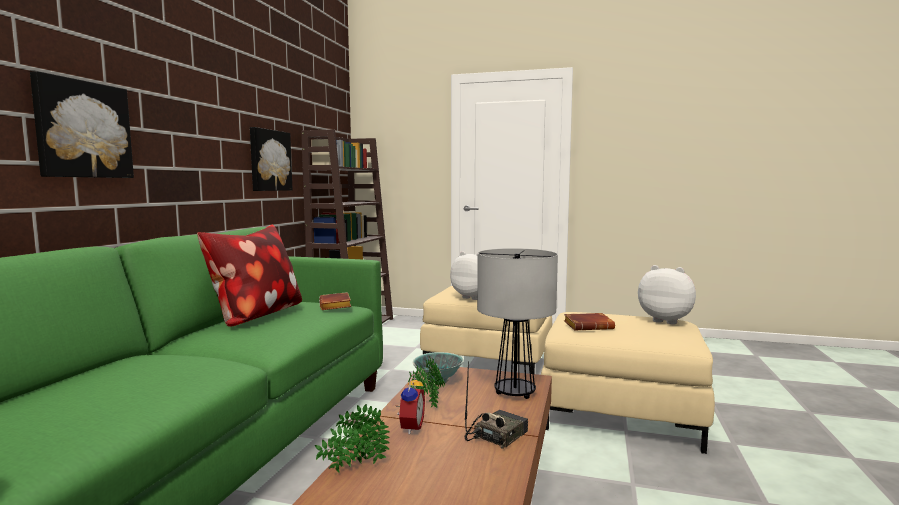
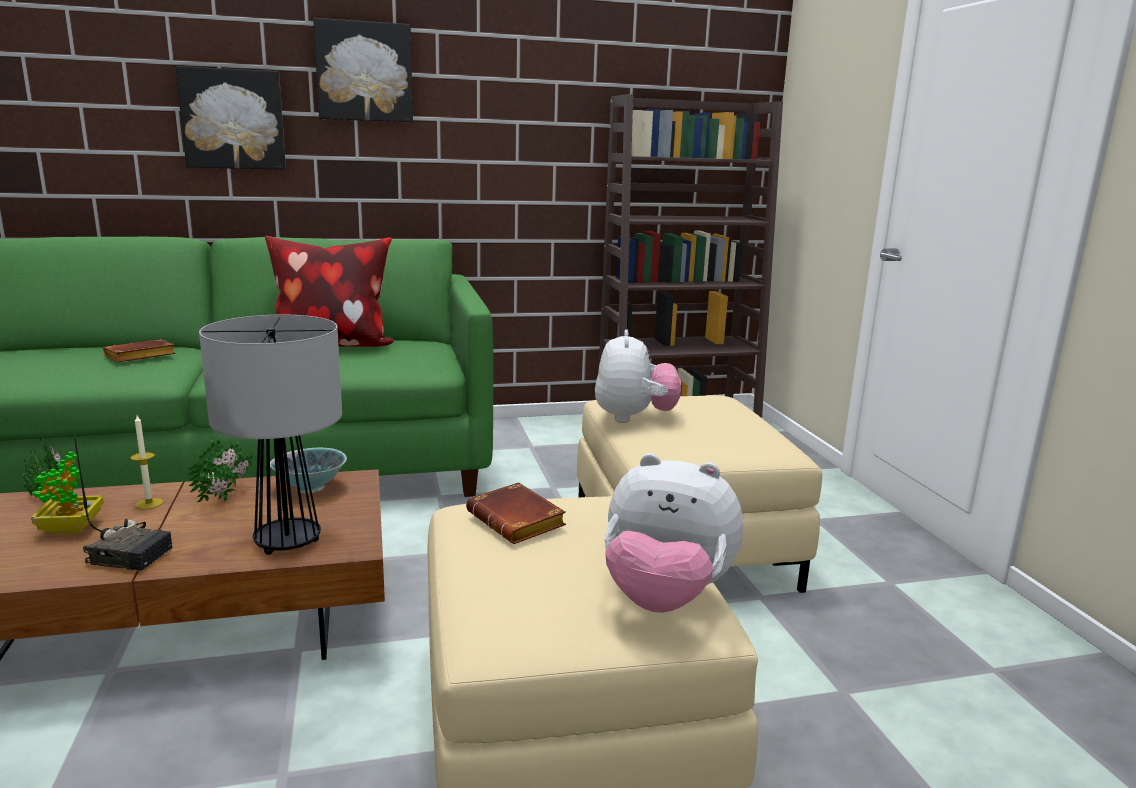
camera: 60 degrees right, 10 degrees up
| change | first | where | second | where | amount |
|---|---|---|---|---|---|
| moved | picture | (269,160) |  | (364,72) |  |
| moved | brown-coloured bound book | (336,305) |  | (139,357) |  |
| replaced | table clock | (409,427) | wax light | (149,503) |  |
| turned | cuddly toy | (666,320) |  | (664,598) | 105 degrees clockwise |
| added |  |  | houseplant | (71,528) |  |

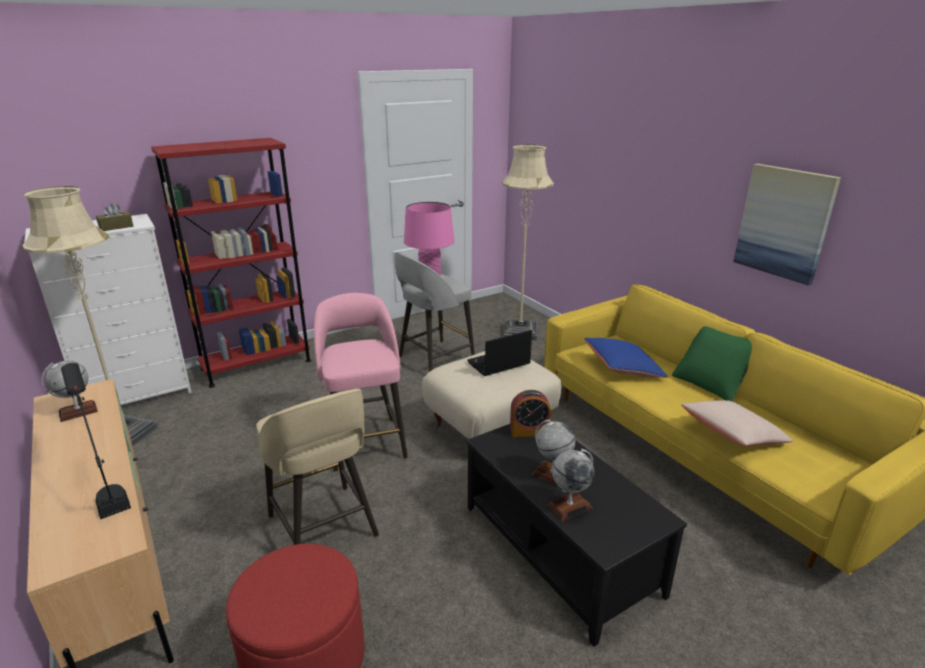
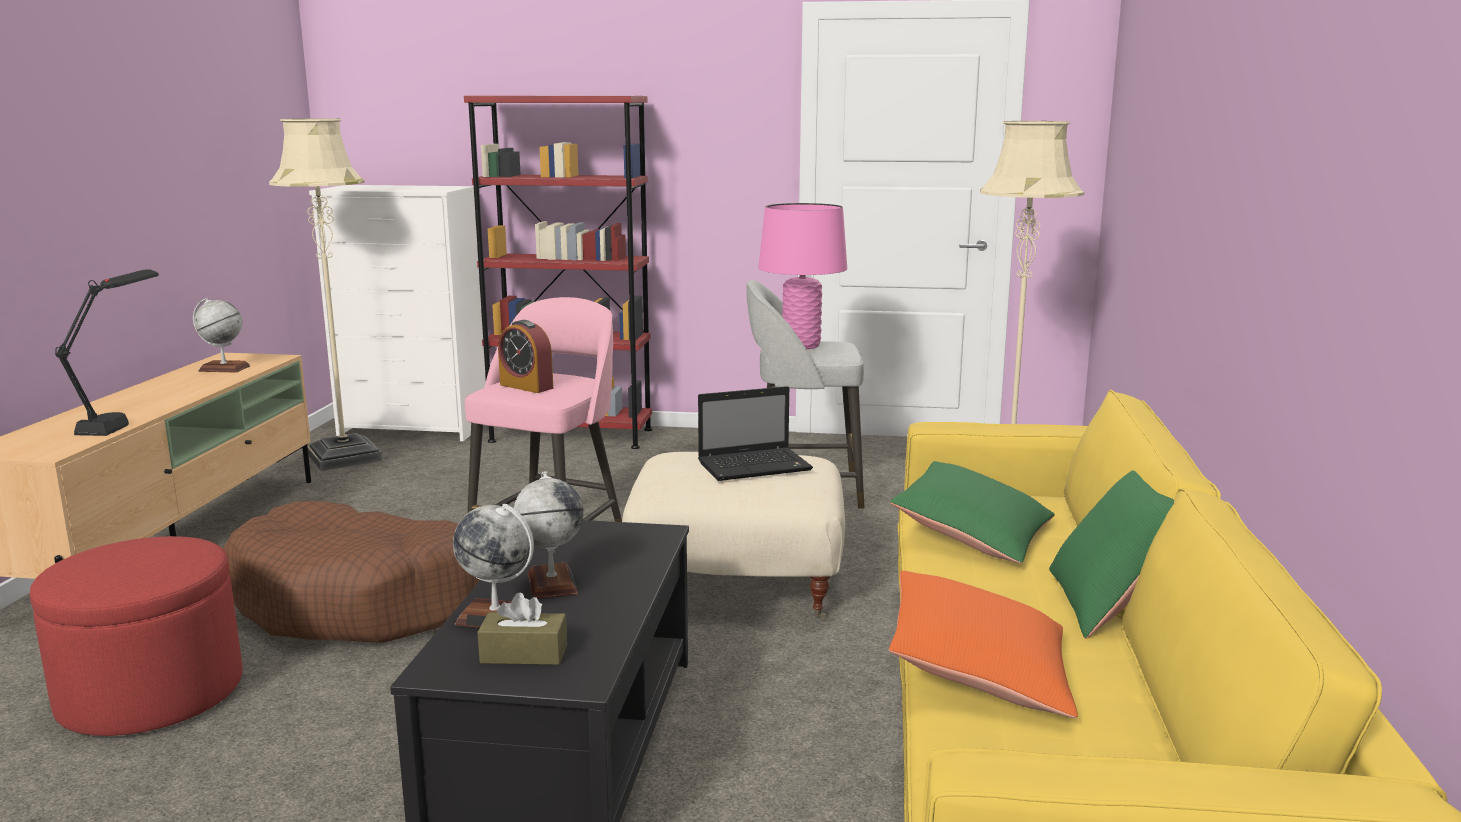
camera: 40 degrees right, 10 degrees down
| change | first | where | second | where | amount |
|---|---|---|---|---|---|
| moved | brown-coloured tissue holder | (116,227) |  | (524,654) |  |
| replaced | sand-coloured stool seat | (324,528) | brown-coloured dog bed | (362,601) |  |
| turned | portable computer | (498,364) |  | (756,466) | 150 degrees clockwise |
| moved | table clock | (529,431) |  | (526,386) |  |
| recoloured | bluish throw pillow | (622,368) | green throw pillow | (972,535) |  |
| recoloured | sand-coloured throw pillow | (732,436) | orange throw pillow | (978,672) |  |
| removed | picture | (784,222) |  |  |  |

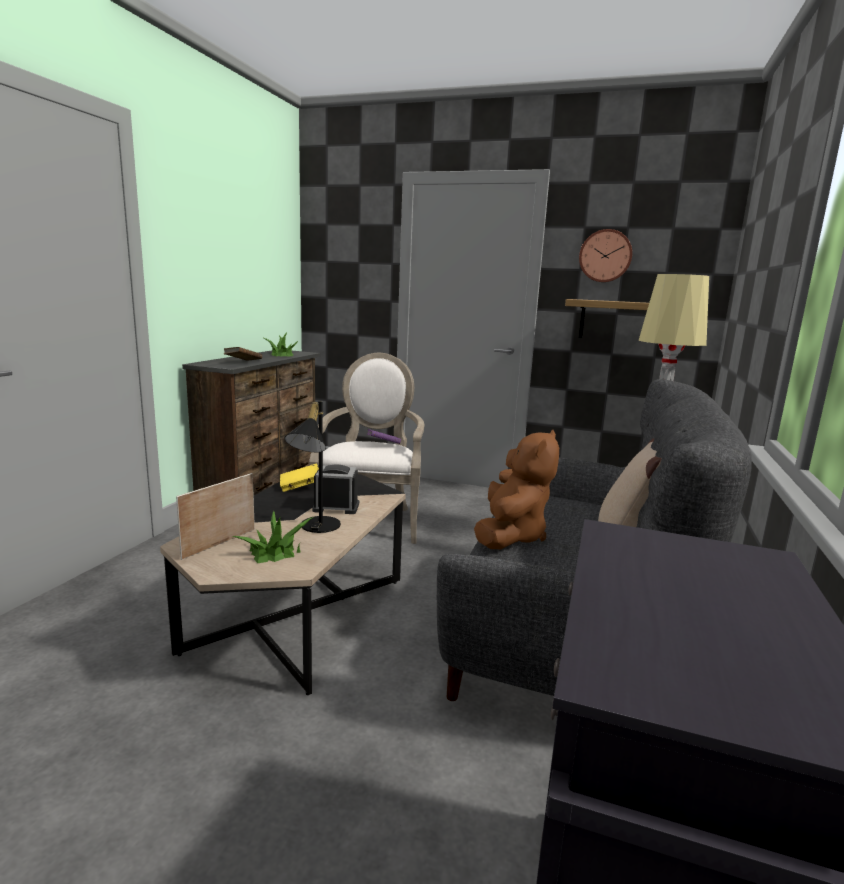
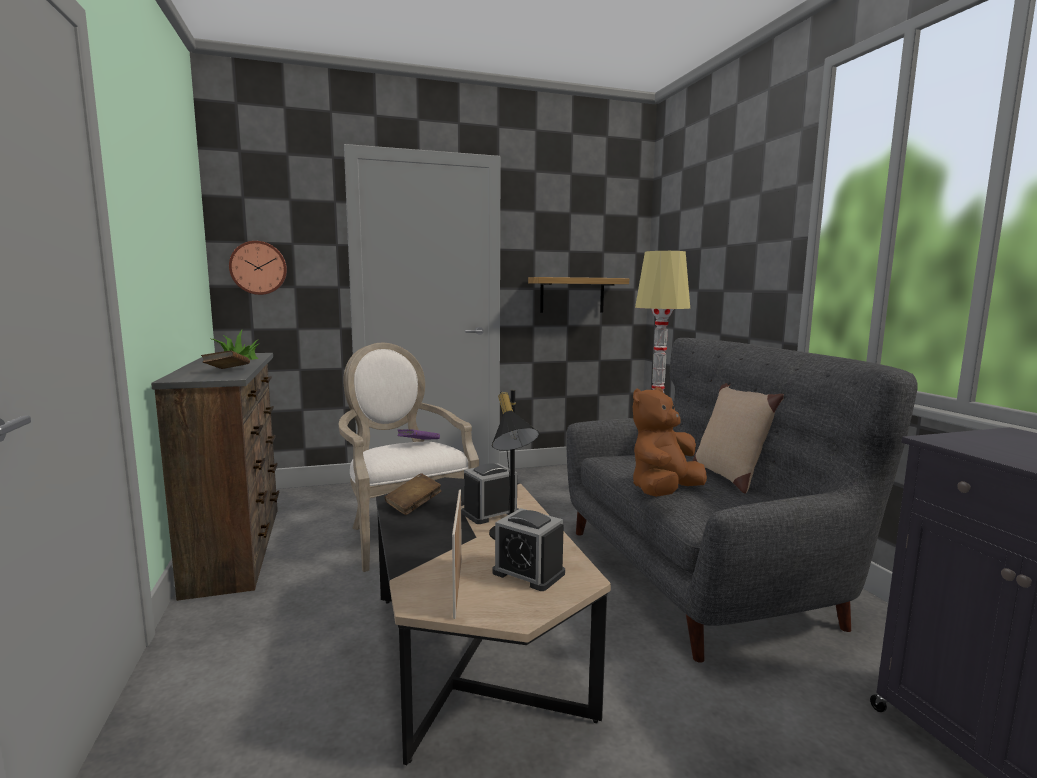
camera: 35 degrees left, 5 degrees down
| change | first | where | second | where | amount |
|---|---|---|---|---|---|
| replaced | houseplant | (274,552) | table clock | (528,573) |  |
| recoloured | yellow bound book | (300,487) | brown-coloured bound book | (413,505) |  |
| turned | brown-coloured cuddly toy | (510,535) |  | (664,492) | 120 degrees counterclockwise |
| moved | hanging clock | (605,256) |  | (258,268) |  |

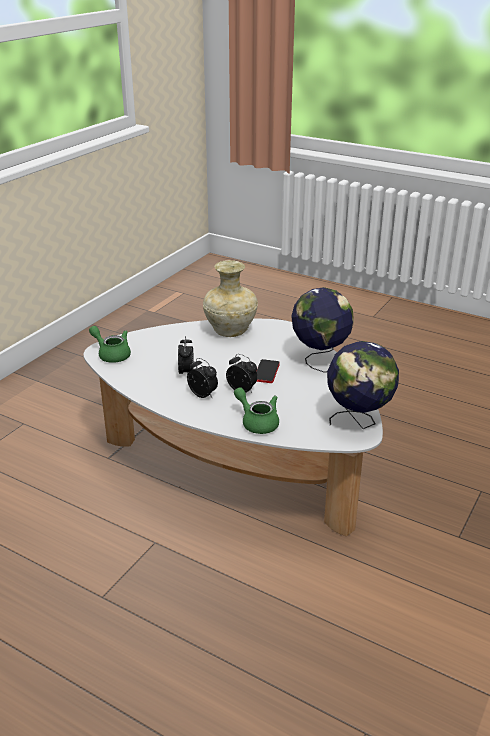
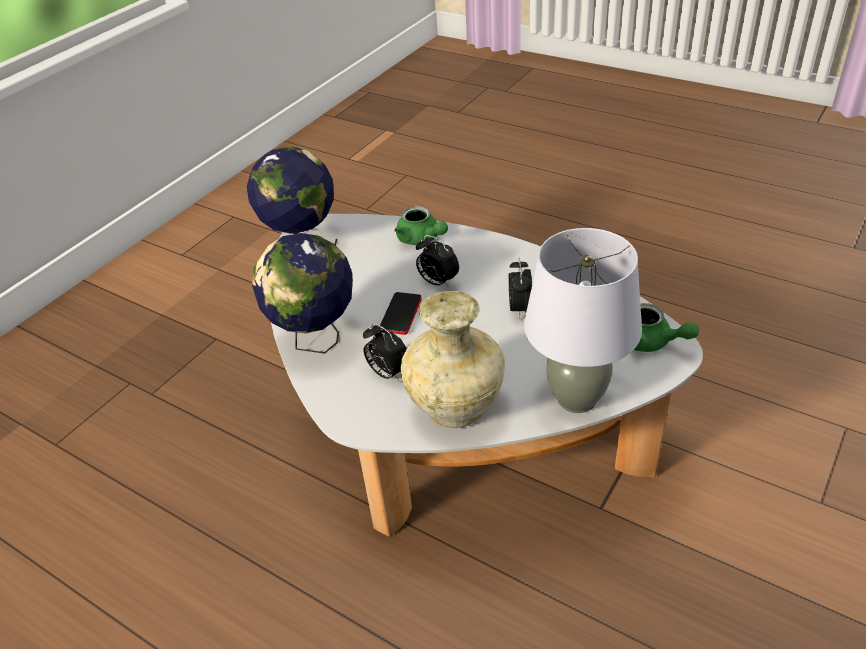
camera: 175 degrees left, 10 degrees up
| change | first | where | second | where | amount |
|---|---|---|---|---|---|
| moved | table clock | (203,395) |  | (388,373) |  |
| added |  |  | grey tabletop lamp | (577,399) |  |

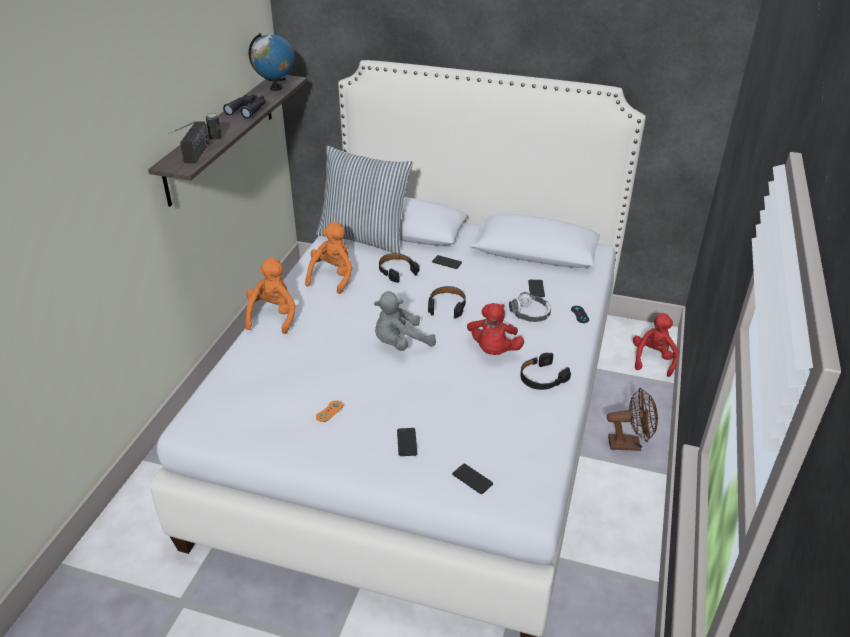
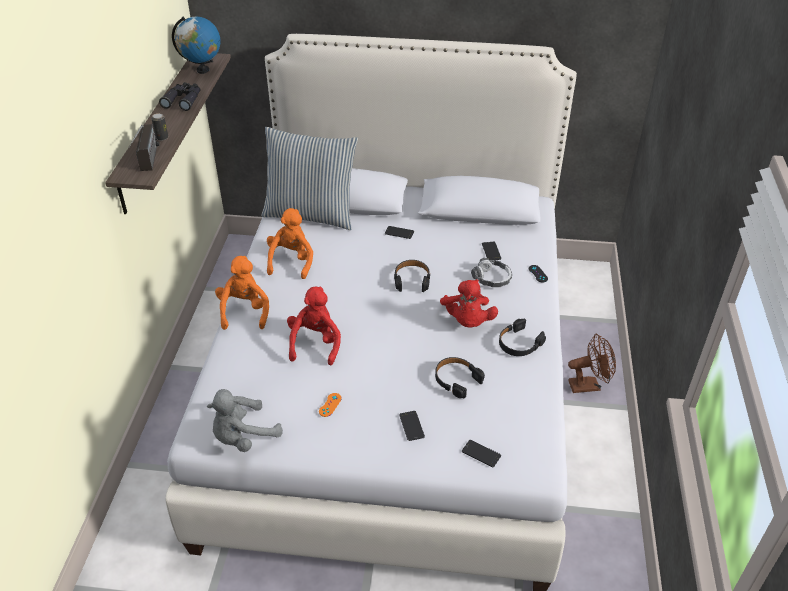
camera: 10 degrees left, 5 degrees up
| change | first | where | second | where | amount |
|---|---|---|---|---|---|
| moved | grey cuddly toy | (400,343) |  | (243,437) |  |
| moved | black-coloured headphones | (397,271) |  | (456,380) |  |
| moved | red cuddly toy | (653,359) |  | (315,343) |  |

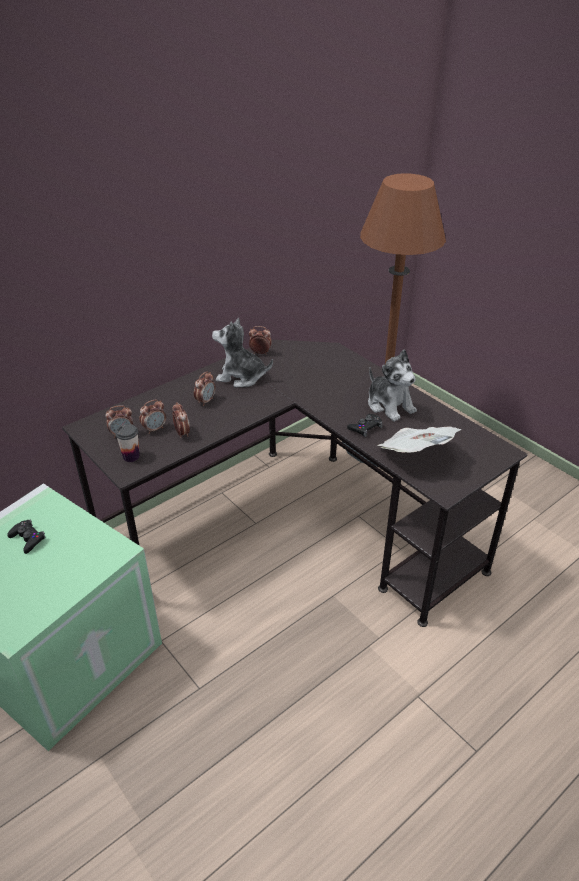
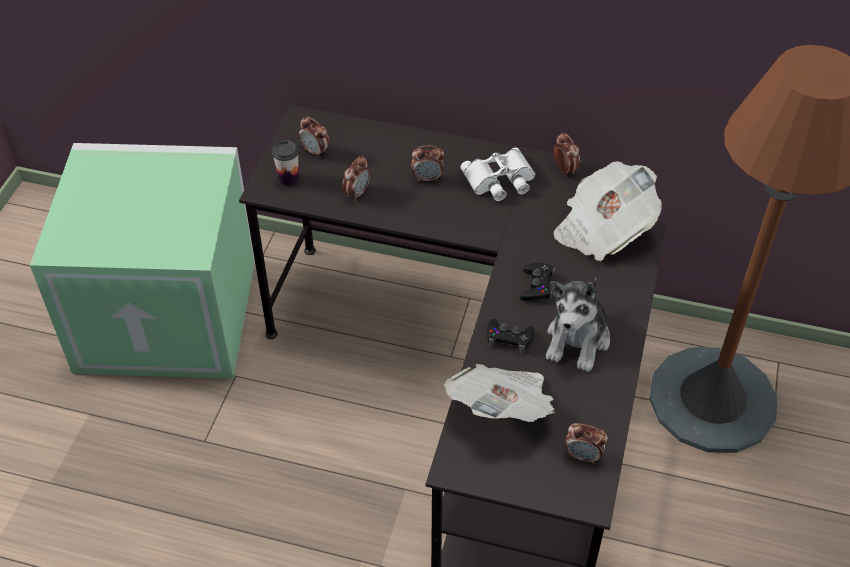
camera: 55 degrees right, 10 degrees up
| change | first | where | second | where | amount |
|---|---|---|---|---|---|
| moved | black-coloured joypad | (28,539) |  | (537,286) |  |
| moved | table clock | (154,429) |  | (583,456) |  |
| replaced | cuddly toy | (241,377) | whitish binoculars | (500,180) |  |
| added |  |  | newspaper | (602,229) |  |

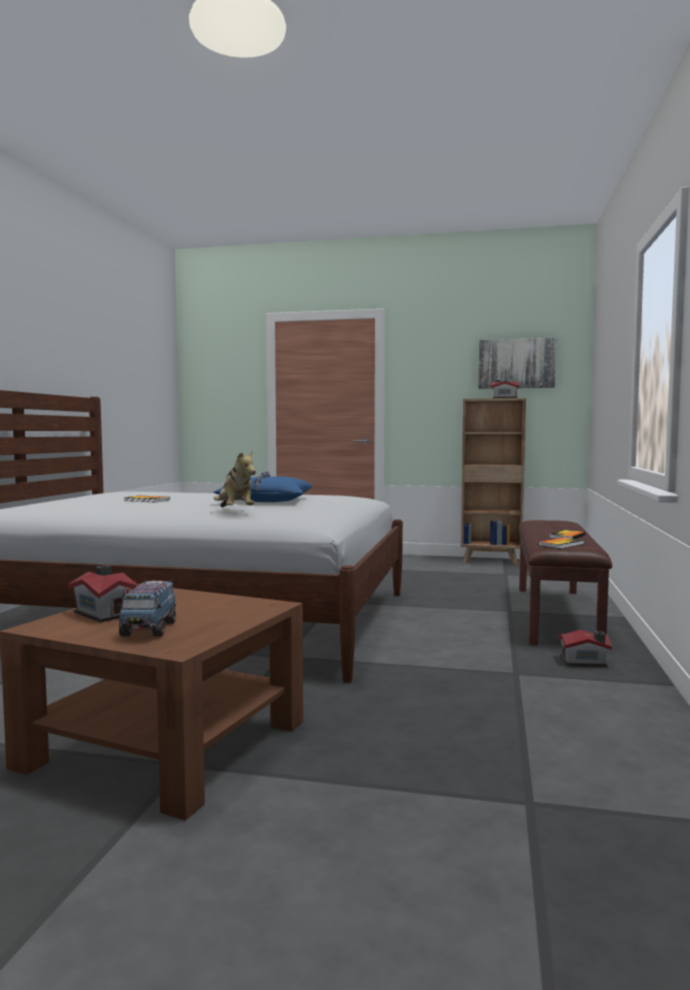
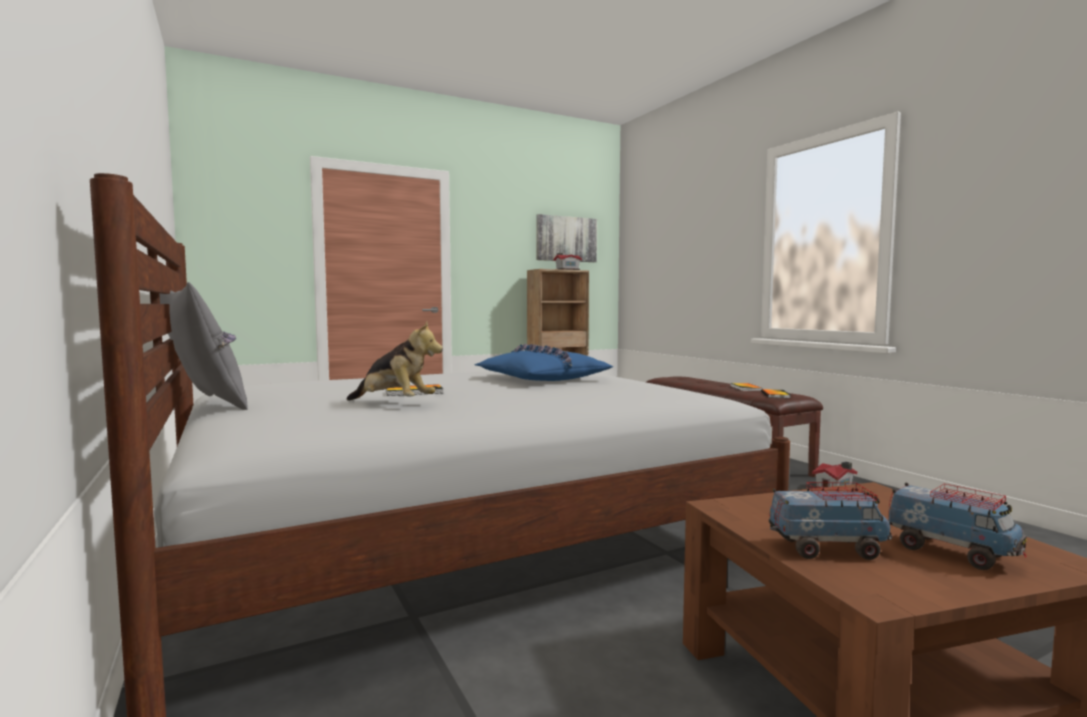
camera: 40 degrees left, 0 degrees up
| change | first | where | second | where | amount |
|---|---|---|---|---|---|
| replaced | toy house | (105,613) | toy truck | (827,549) |  |
| moved | cuddly toy | (235,511) |  | (394,403) |  |
| added |  |  | grey throw pillow | (204,405) |  |

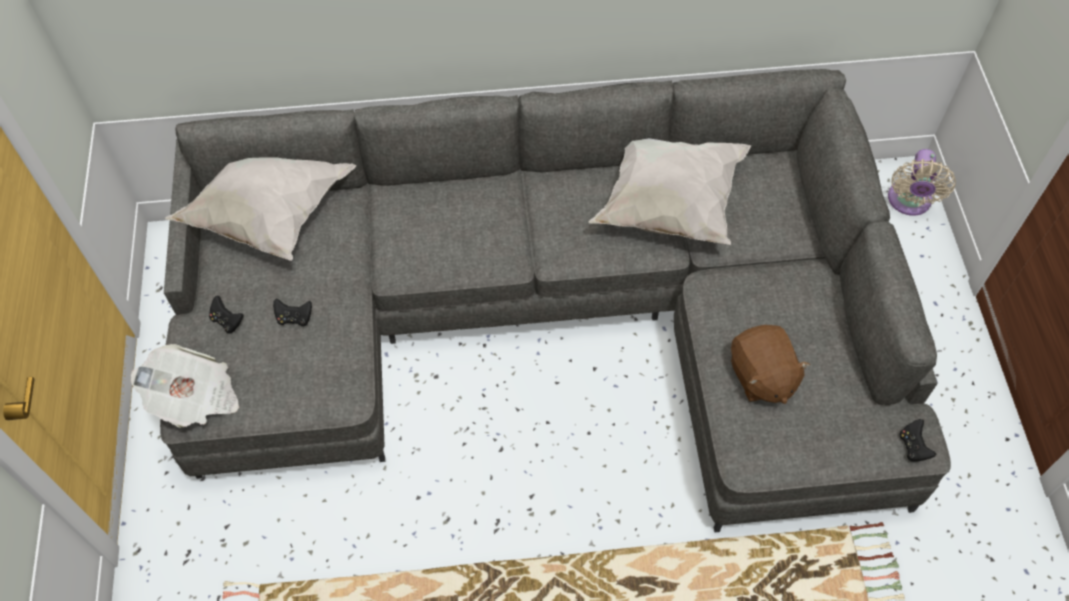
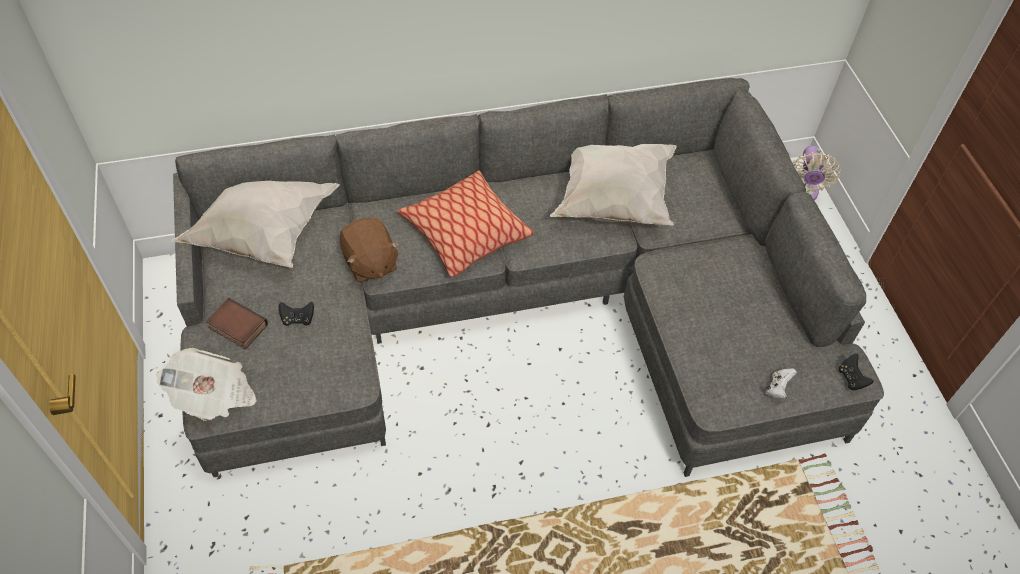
camera: 10 degrees left, 5 degrees down
| change | first | where | second | where | amount |
|---|---|---|---|---|---|
| replaced | black-coloured joypad | (227,321) | bound book | (236,327) |  |
| moved | brown-coloured cuddly toy | (761,376) |  | (370,263) |  |
| added |  |  | throw pillow | (465,232) |  |
| added |  |  | whitish joypad | (777,388) |  |

